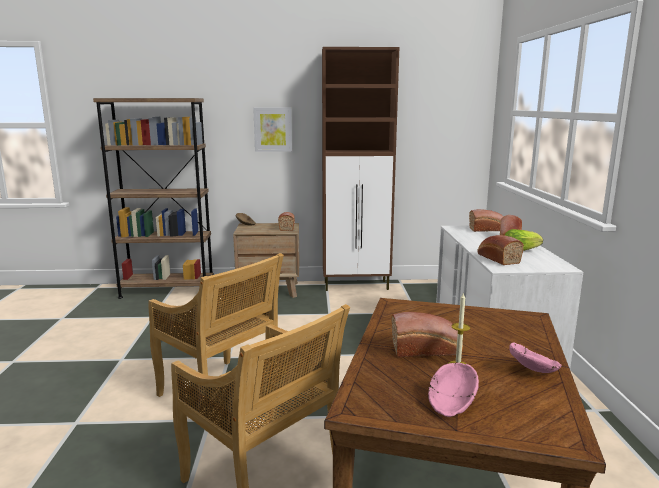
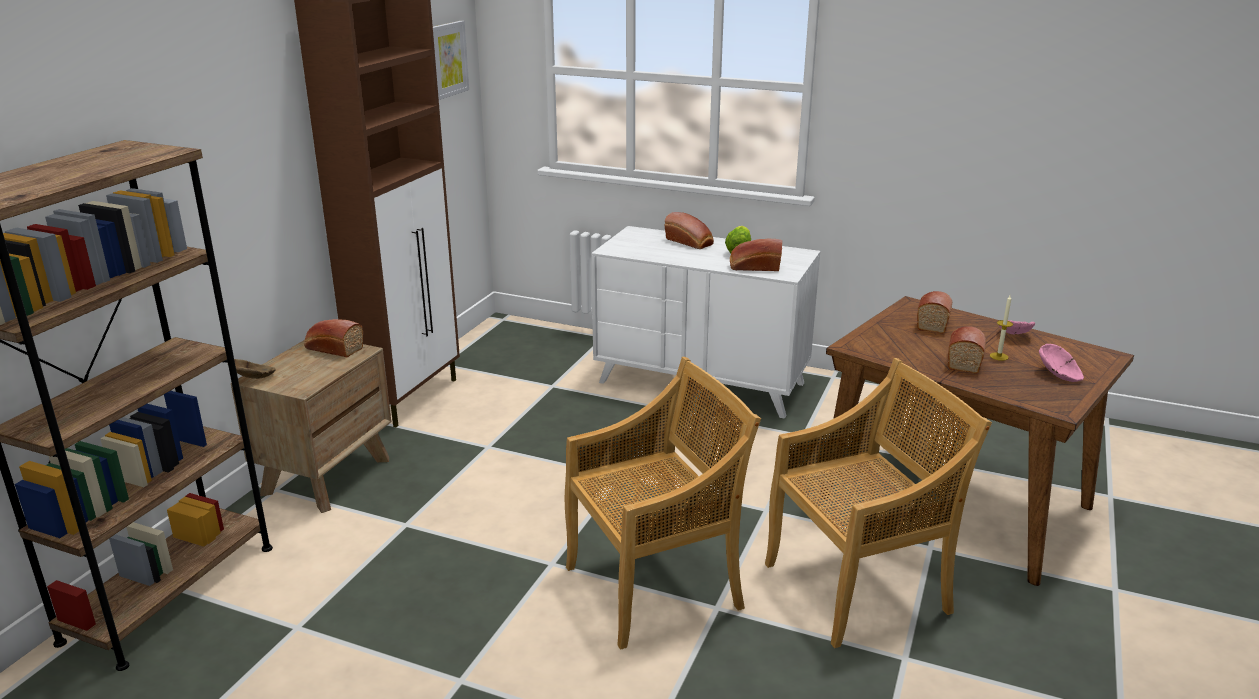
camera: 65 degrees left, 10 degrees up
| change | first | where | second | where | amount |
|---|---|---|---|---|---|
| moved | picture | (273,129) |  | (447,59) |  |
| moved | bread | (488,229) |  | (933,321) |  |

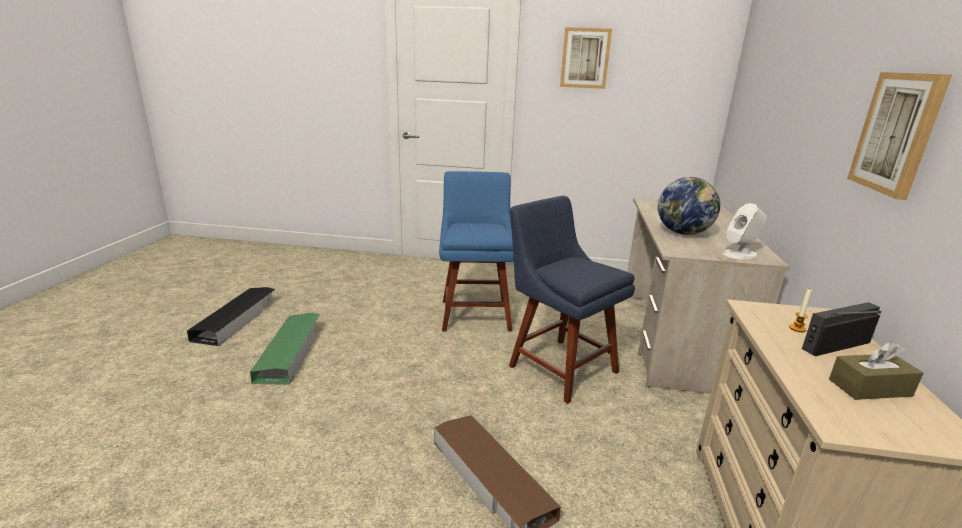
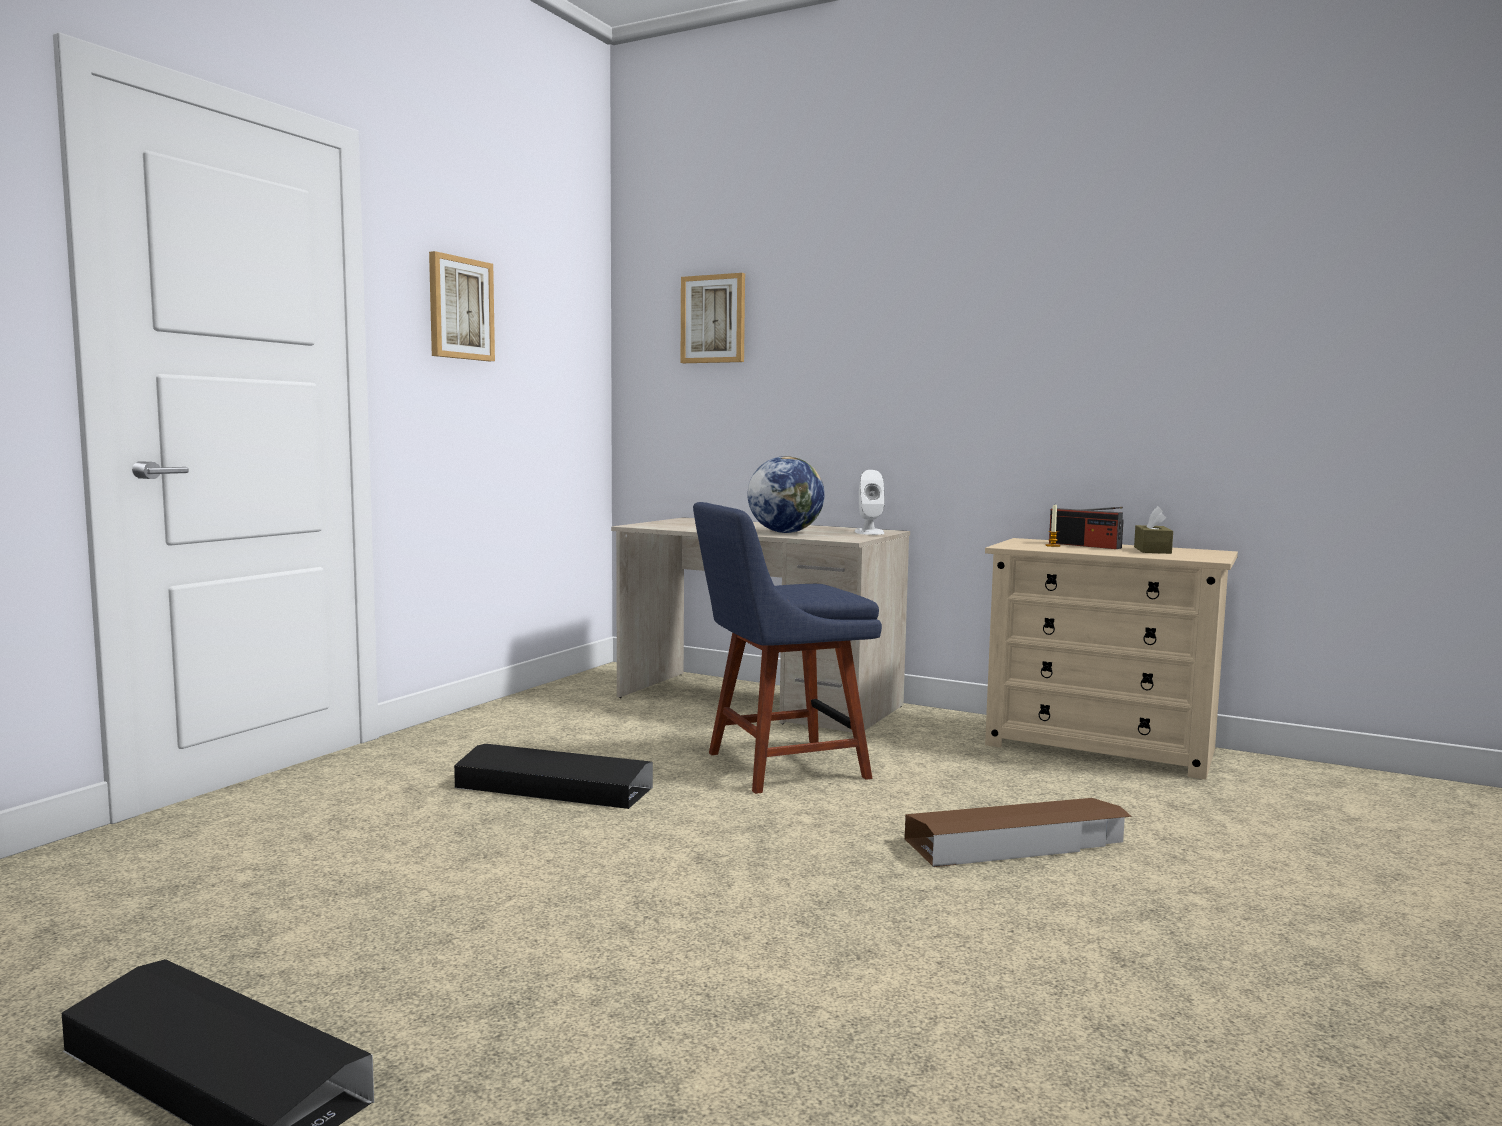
camera: 70 degrees left, 15 degrees down
| change | first | where | second | where | amount |
|---|---|---|---|---|---|
| removed | green storage box | (290,352) |  |  |  |
| replaced | bluish plain chair | (475,313) | black-coloured storage box | (553,788) |  |
| turned | radio set | (835,345) |  | (1084,545) | 45 degrees counterclockwise |
| moved | picture | (897,133) |  | (713,319) |  |

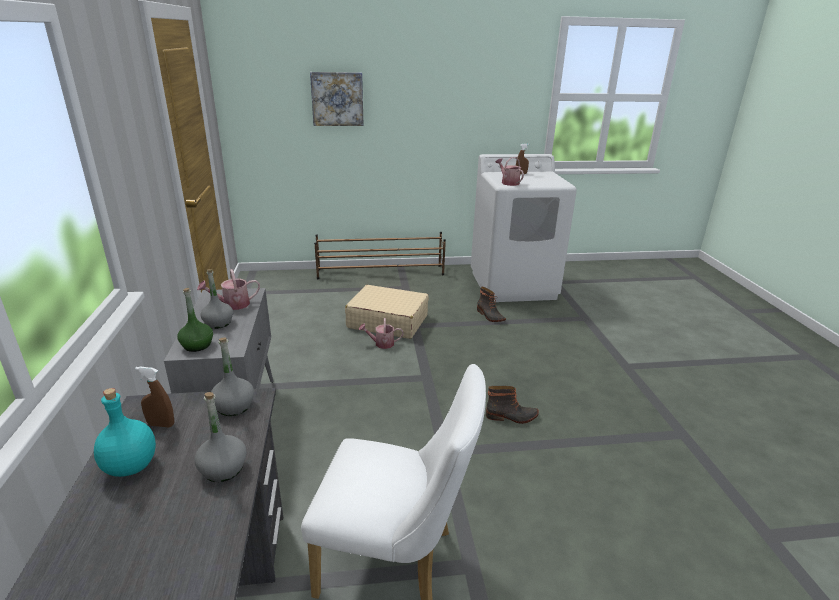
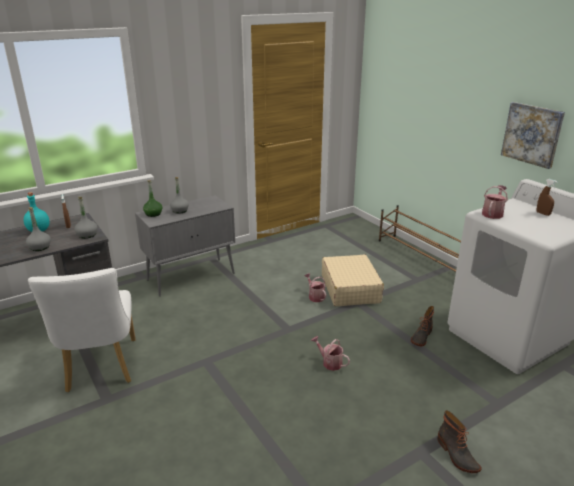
camera: 65 degrees right, 0 degrees up
| change | first | where | second | where | amount |
|---|---|---|---|---|---|
| moved | watering can | (232,305) |  | (330,362) |  |
| moved | picture | (337,99) |  | (532,134) |  |
| moved | high-top boot | (511,417) |  | (456,455) |  |

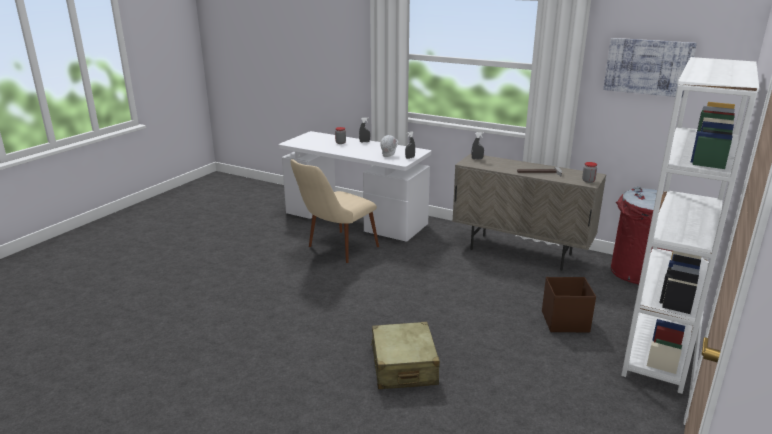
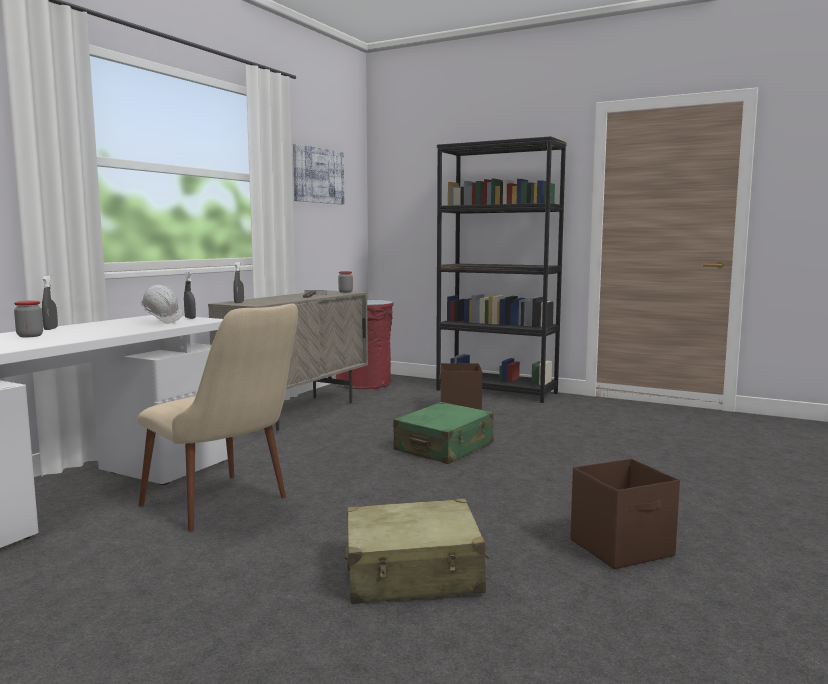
camera: 90 degrees left, 15 degrees down
| change | first | where | second | where | amount |
|---|---|---|---|---|---|
| moved | sand-coloured travel case | (403,366) |  | (413,573) |  |
| recoloured | whitish shelving unit | (659,348) | black-coloured shelving unit | (496,391) |  |
| added |  |  | green travel case | (444,447) |  |
| added |  |  | brown-coloured storage box | (623,548) |  |

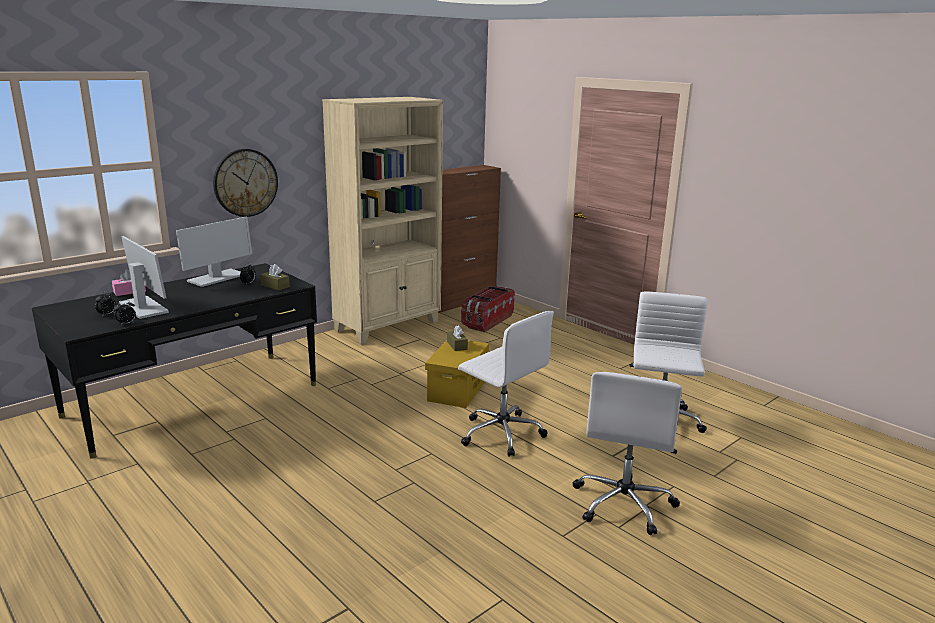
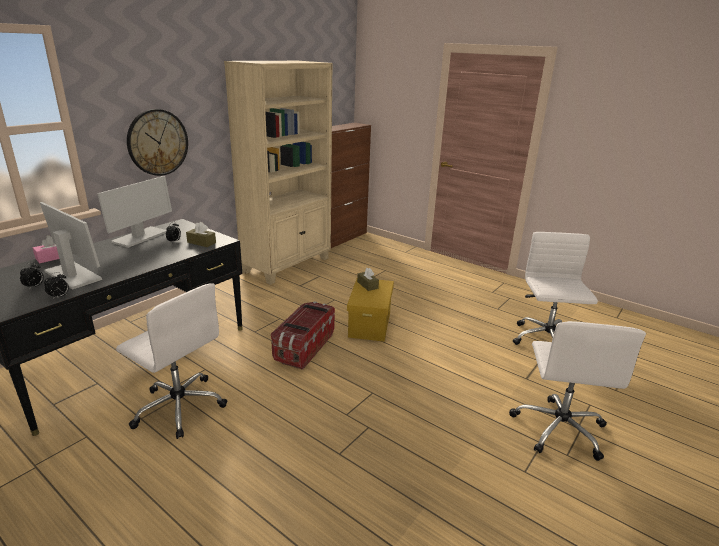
camera: 10 degrees left, 5 degrees up
| change | first | where | second | where | amount |
|---|---|---|---|---|---|
| moved | whitish desk chair | (501,433) |  | (179,406) |  |
| moved | storage box | (487,321) |  | (304,347) |  |

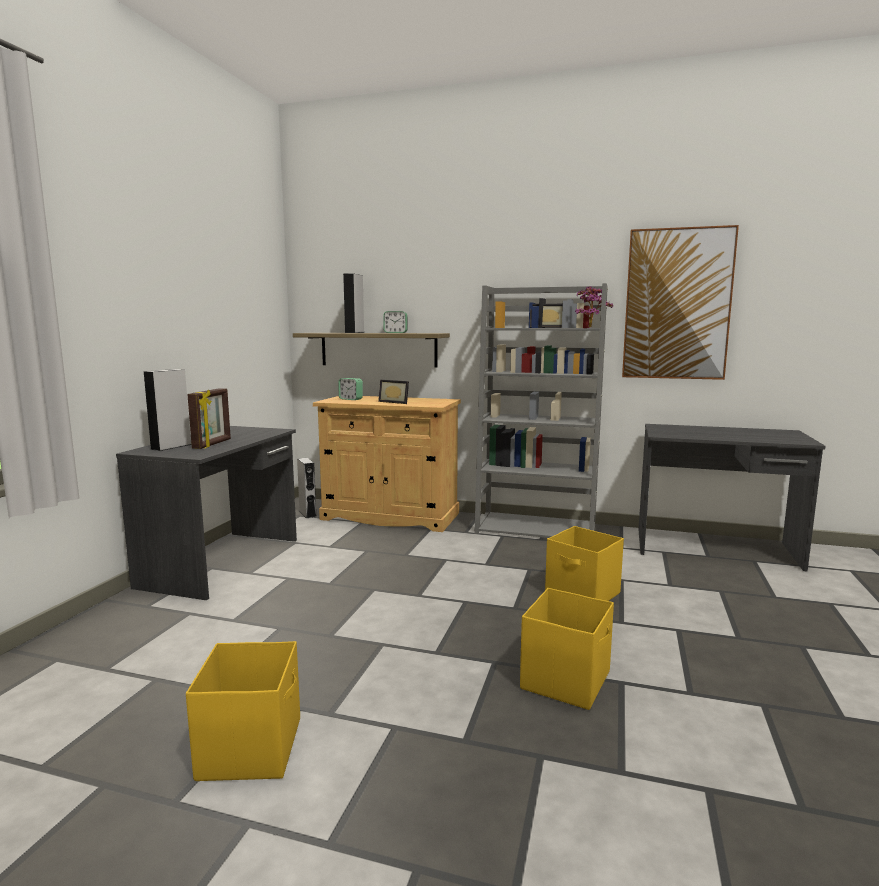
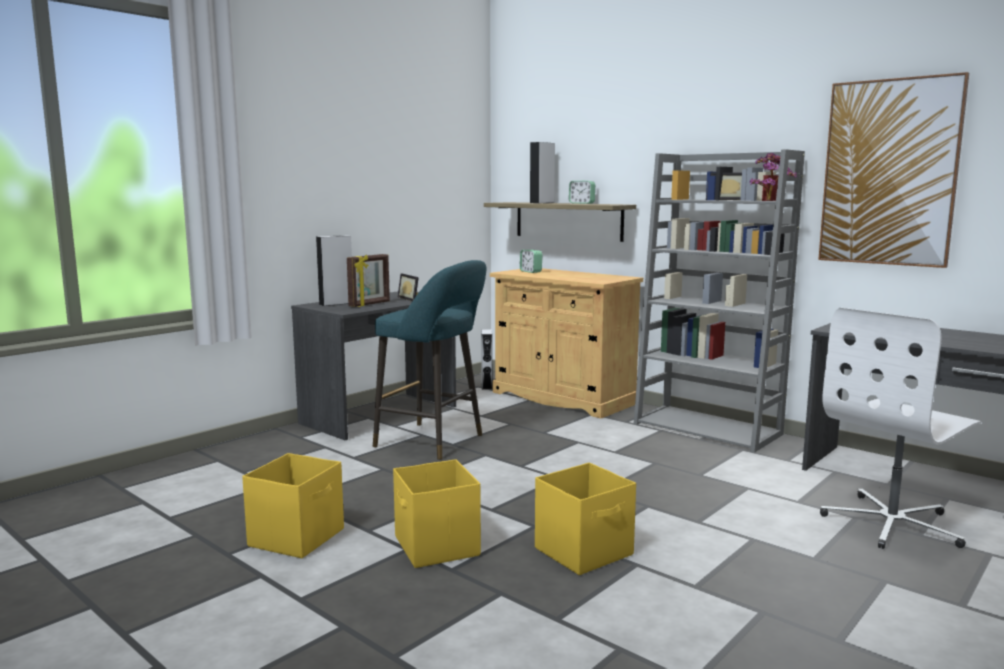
camera: 25 degrees right, 0 degrees up
| change | first | where | second | where | amount |
|---|---|---|---|---|---|
| moved | standing frame | (395,402) |  | (411,299) |  |
| moved | yellow storage box | (583,594) |  | (436,547) |  |
| added |  |  | blue-green stool seat | (434,442) |  |
| added |  |  | whitish desk chair | (893,524) |  |

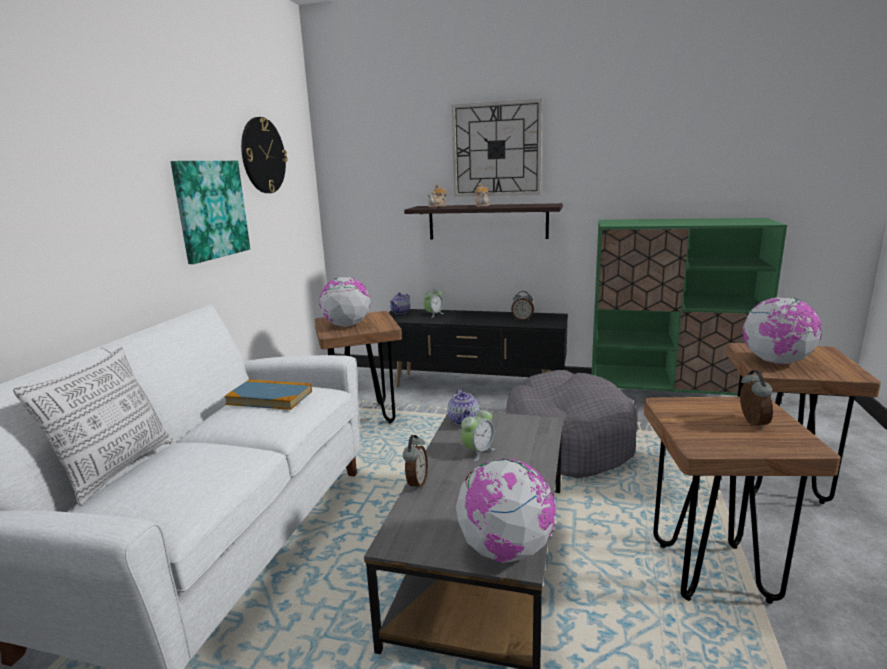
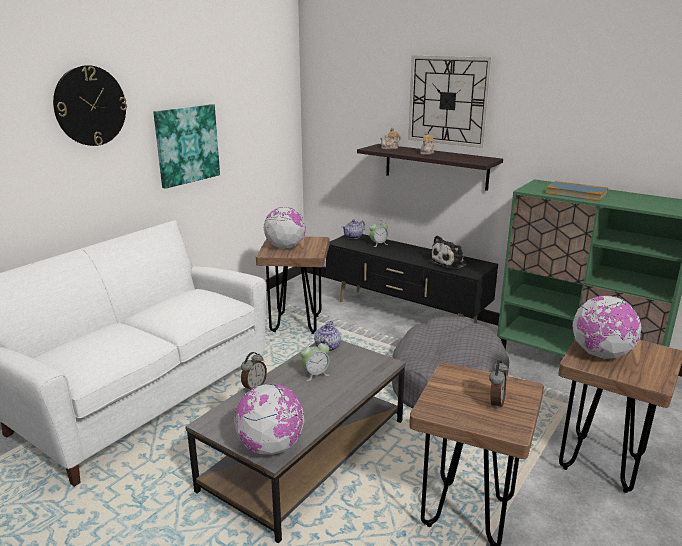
camera: 20 degrees right, 5 degrees up
| change | first | where | second | where | amount |
|---|---|---|---|---|---|
| removed | throw pillow | (116,470) |  |  |  |
| moved | bound book | (270,398) |  | (576,194) |  |
| moved | hanging clock | (263,155) |  | (90,106) |  |
| replaced | table clock | (522,319) | cuddly toy | (449,263) |  |

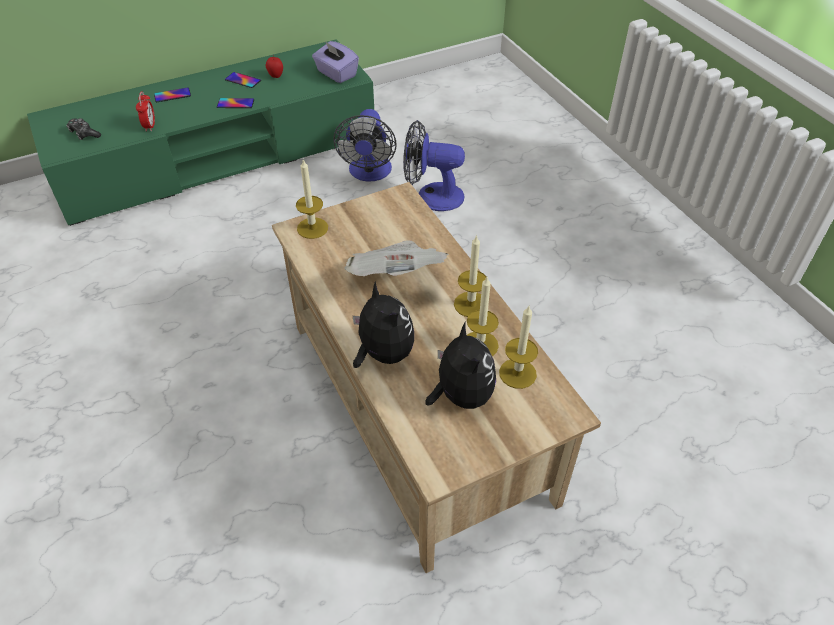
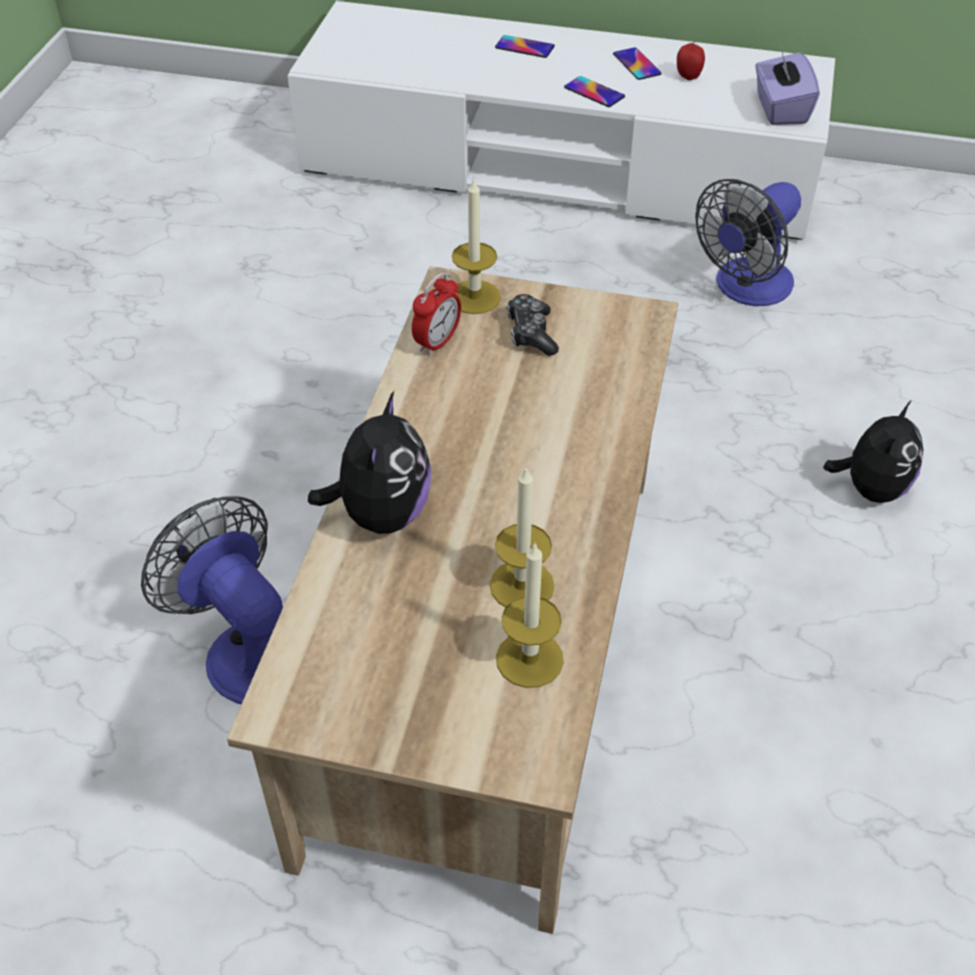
camera: 40 degrees right, 0 degrees up
| change | first | where | second | where | amount |
|---|---|---|---|---|---|
| recoloured | green media console | (218,156) | whitish media console | (558,167) |  |
| moved | joypad | (84,134) |  | (531,333) |  |
| moved | table clock | (150,126) |  | (437,342) |  |
| removed | newspaper | (396,278) |  |  |  |
| moved | electric fan | (432,196) |  | (245,649) |  |
| moved | cuddly toy | (461,395) |  | (871,488) |  |
| removed | wax light | (471,304) |  |  |  |

